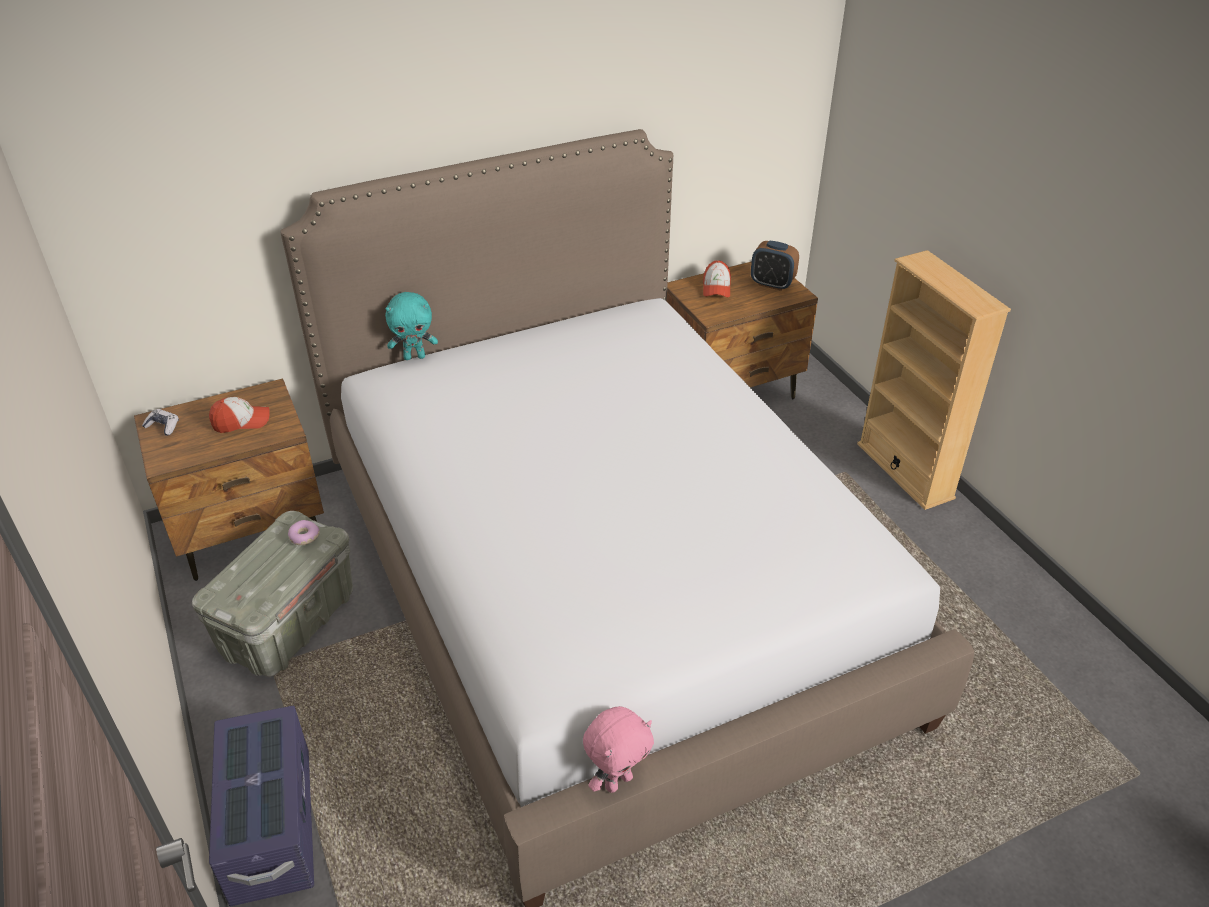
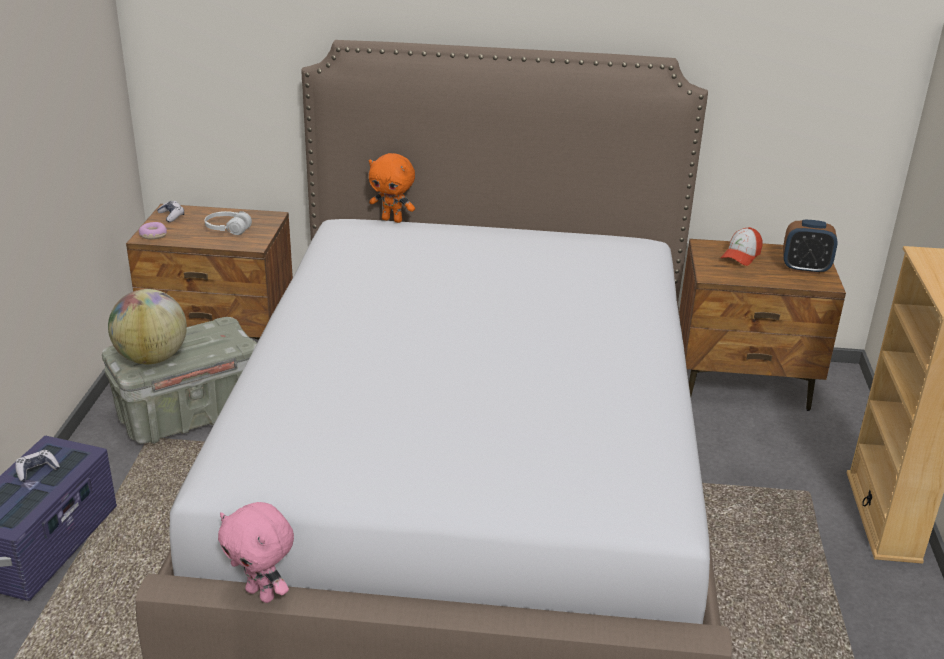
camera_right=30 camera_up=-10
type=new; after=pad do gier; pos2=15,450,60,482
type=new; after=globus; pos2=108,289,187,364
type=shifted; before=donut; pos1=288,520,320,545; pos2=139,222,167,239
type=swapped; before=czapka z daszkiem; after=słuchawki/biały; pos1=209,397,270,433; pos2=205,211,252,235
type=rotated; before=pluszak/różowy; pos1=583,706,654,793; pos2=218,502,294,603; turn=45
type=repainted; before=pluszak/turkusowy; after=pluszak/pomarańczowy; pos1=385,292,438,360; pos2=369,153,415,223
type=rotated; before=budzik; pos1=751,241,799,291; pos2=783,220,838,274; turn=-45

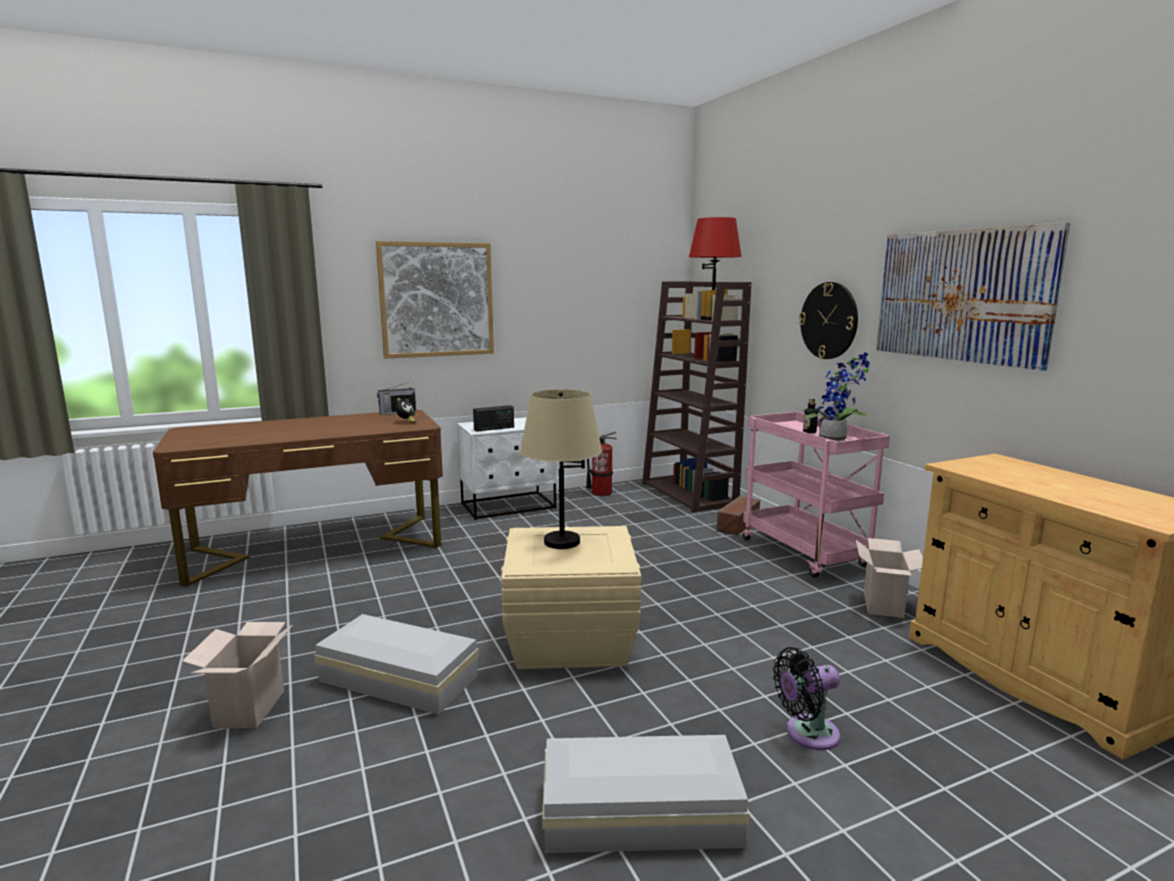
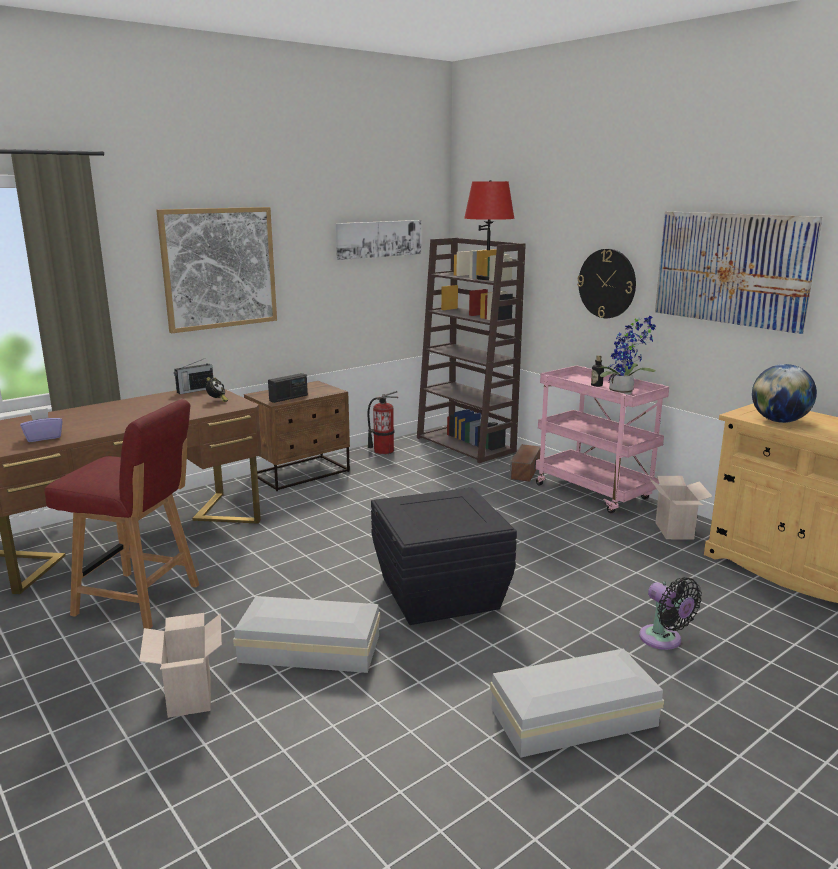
camera_right=-15 camera_up=5
type=new; after=pudełko chusteczek/fioletowy; pos2=20,408,62,442
type=new; after=krzesło/czerwony; pos2=44,399,199,629
type=repainted; before=szafka nocna/biały; after=szafka nocna/brązowy; pos1=457,417,557,520; pos2=244,381,350,491
type=new; after=obraz; pos2=335,220,421,260
type=repainted; before=pojemnik do przechowywania/beżowy; after=pojemnik do przechowywania/czarny; pos1=501,526,641,669; pos2=371,488,517,625
type=rotated; before=wentylator/czarny; pos1=773,647,840,750; pos2=639,577,702,650; turn=-90
type=new; after=globus; pos2=752,364,817,423
type=gone; before=lampa stołowa/beżowy; pos1=520,389,602,549

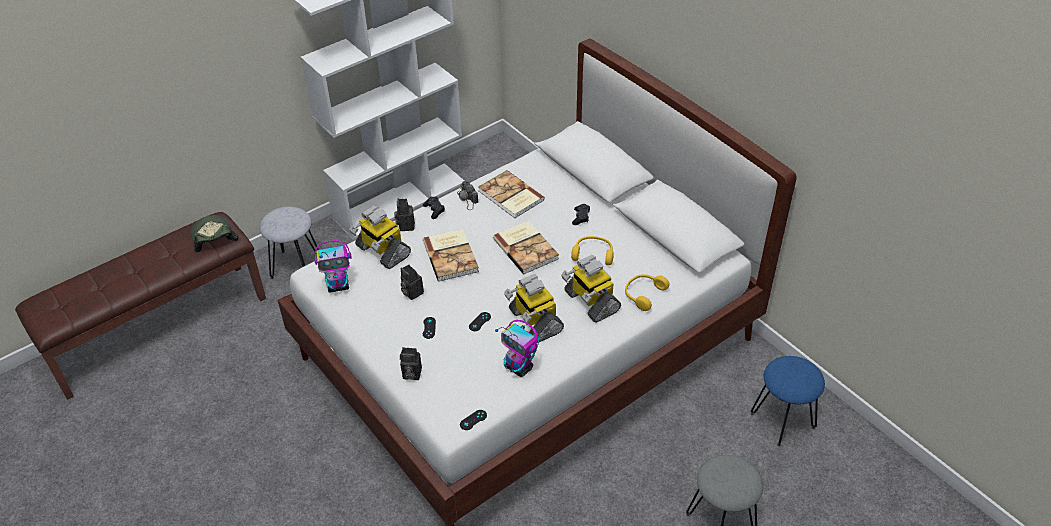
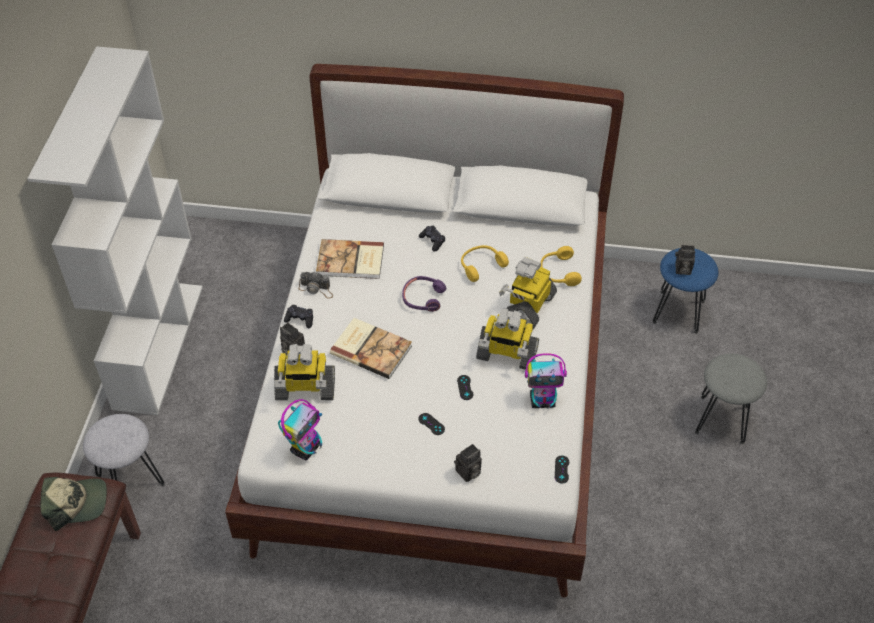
camera_right=-45 camera_up=5
type=rotated; before=czapka z daszkiem; pos1=190,215,239,253; pos2=40,477,107,531; turn=150
type=swapped; before=książka; after=słuchawki/fioletowy; pos1=493,221,559,274; pos2=402,276,446,312
type=rotated; before=robot zabawkowy; pos1=561,255,621,323; pos2=499,257,557,330; turn=105
type=shifted; before=aparat fotograficzny; pos1=401,265,424,300; pos2=675,245,695,275

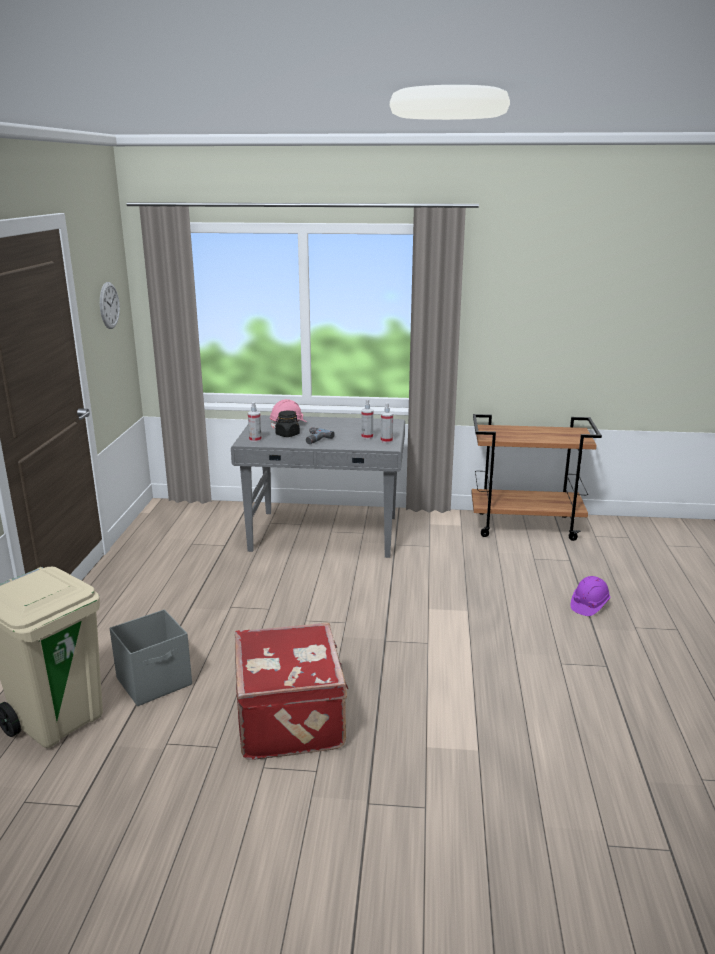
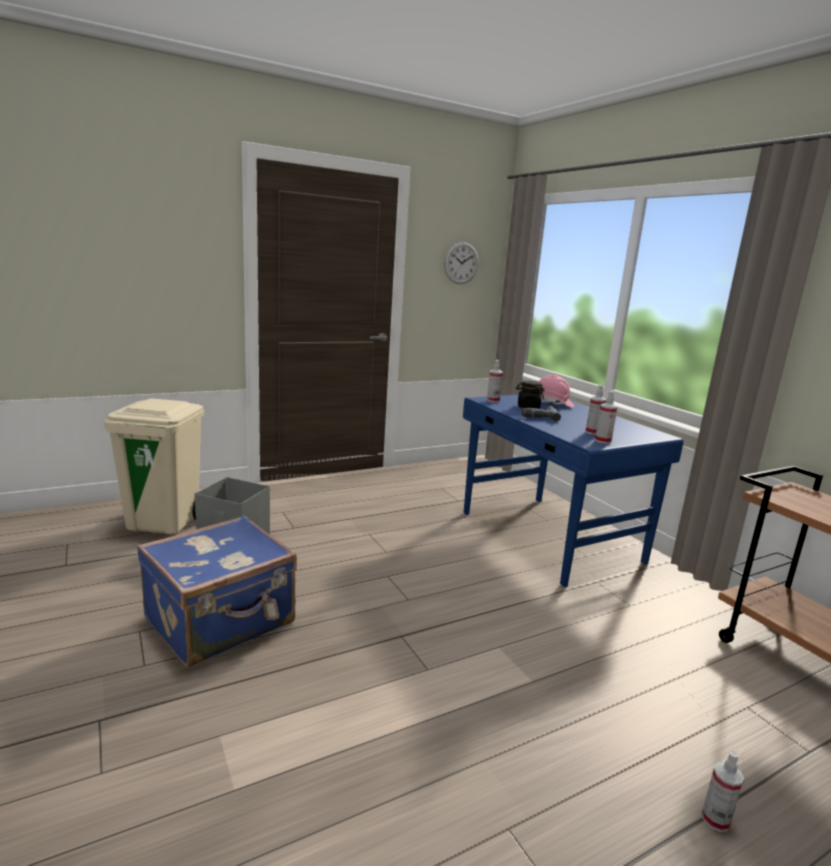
camera_right=55 camera_up=-5
type=repainted; before=walizka/czerwony; after=walizka/niebieski; pos1=235,622,349,760; pos2=137,515,297,667
type=repainted; before=biurko/szary; after=biurko/niebieski; pos1=231,415,405,558; pos2=463,394,684,587
type=swapped; before=kask/fioletowy; after=spryskiwacz; pos1=571,576,610,616; pos2=701,751,744,832

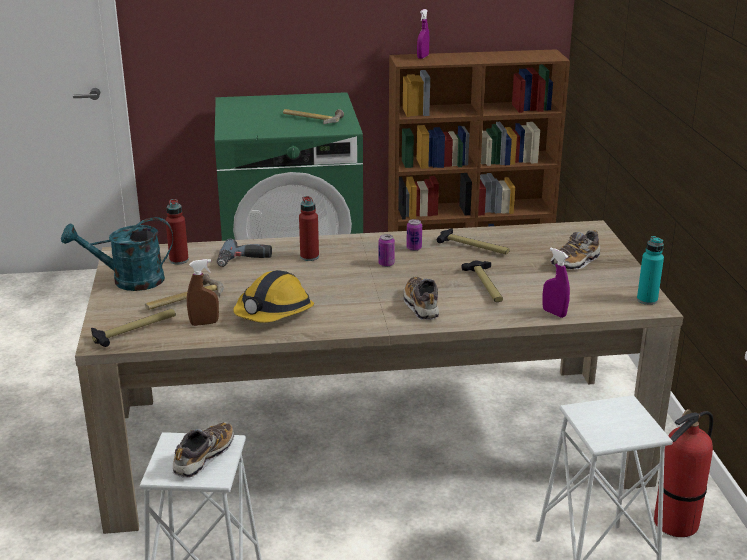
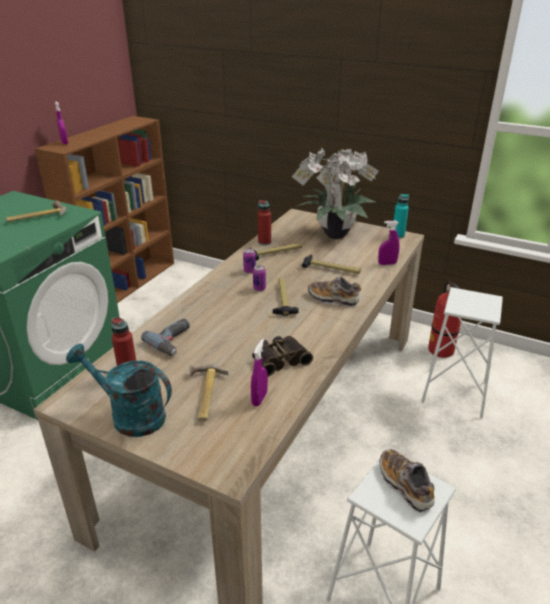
camera_right=-55 camera_up=5
type=rotated; before=konewka/turkusowy; pos1=61,217,173,291; pos2=66,344,172,437; turn=90
type=repainted; before=spryskiwacz/brązowy; after=spryskiwacz/fioletowy; pos1=187,259,219,326; pos2=251,339,268,406
type=swapped; before=kask; after=lornetka; pos1=233,270,314,323; pos2=252,336,313,377
type=shifted; before=butelka/czerwony; pos1=299,196,319,261; pos2=258,200,271,246
type=shifted; before=młotek; pos1=91,309,176,347; pos2=273,278,299,316
type=swapped; before=but; after=roślina doniczkowa; pos1=551,230,600,270; pos2=292,147,379,239

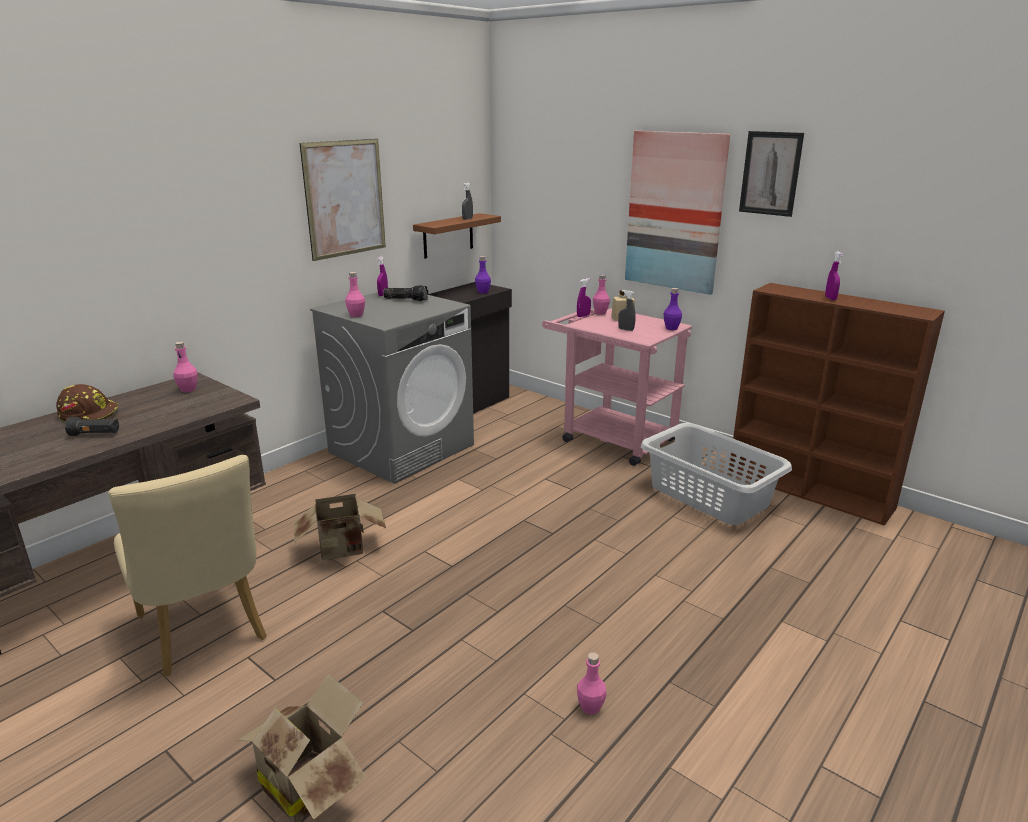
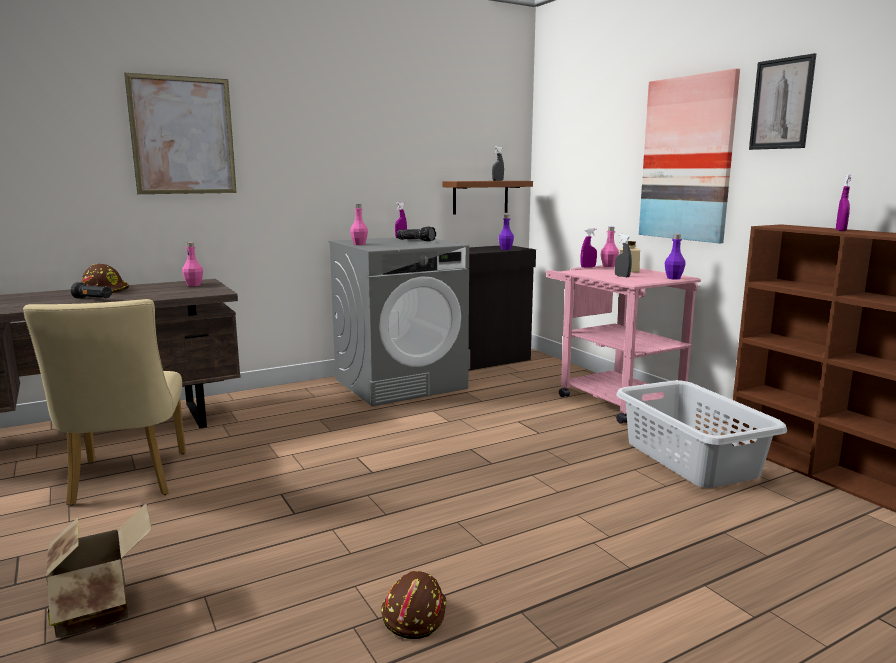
camera_right=20 camera_up=-10
type=shifted; before=obraz; pos1=300,139,386,261; pos2=124,73,237,194
type=swapped; before=butelka/różowy; after=kask/brązowy; pos1=577,652,606,715; pos2=381,571,446,639
type=gone; before=karton; pos1=294,494,386,561

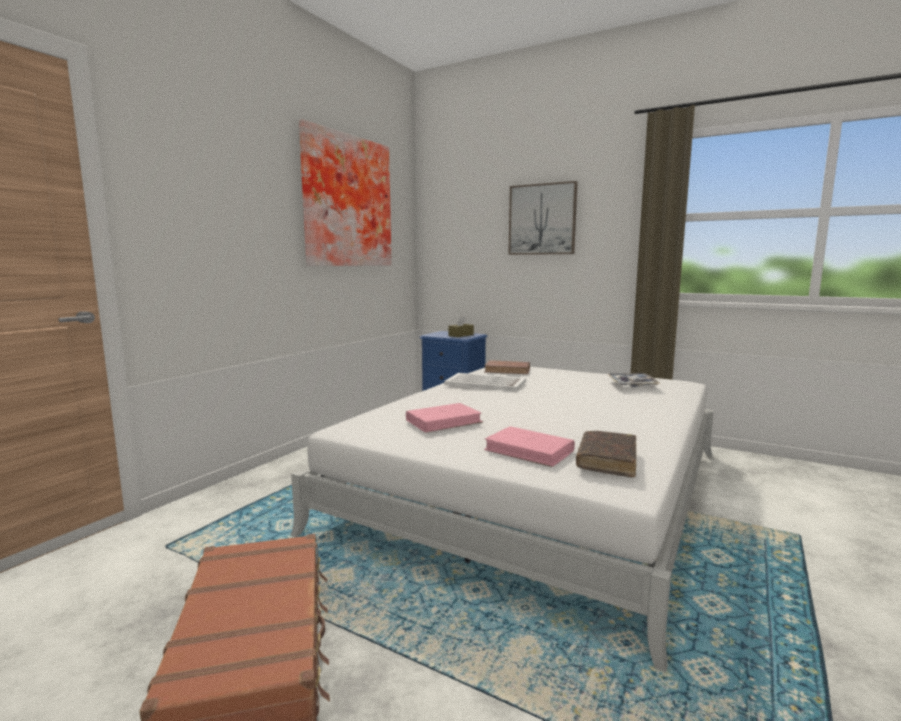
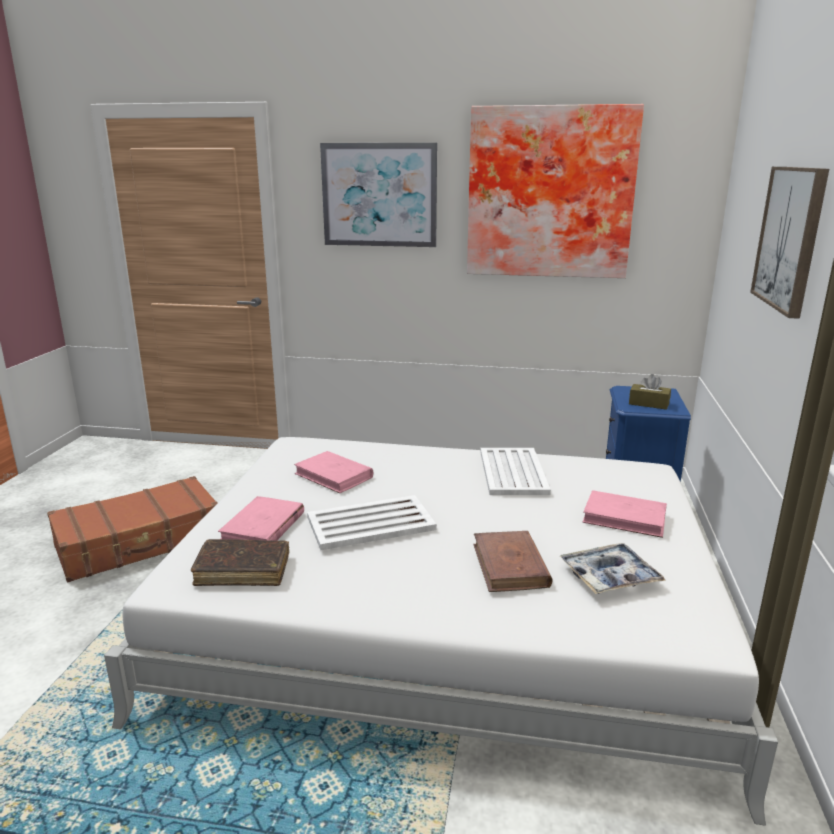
camera_right=70 camera_up=10
type=new; after=taca/biały; pos2=307,495,437,550
type=new; after=obraz; pos2=320,143,437,247
type=shifted; before=książka/brązowy; pos1=484,360,530,374; pos2=473,531,553,592
type=new; after=książka/różowy; pos2=582,490,667,538

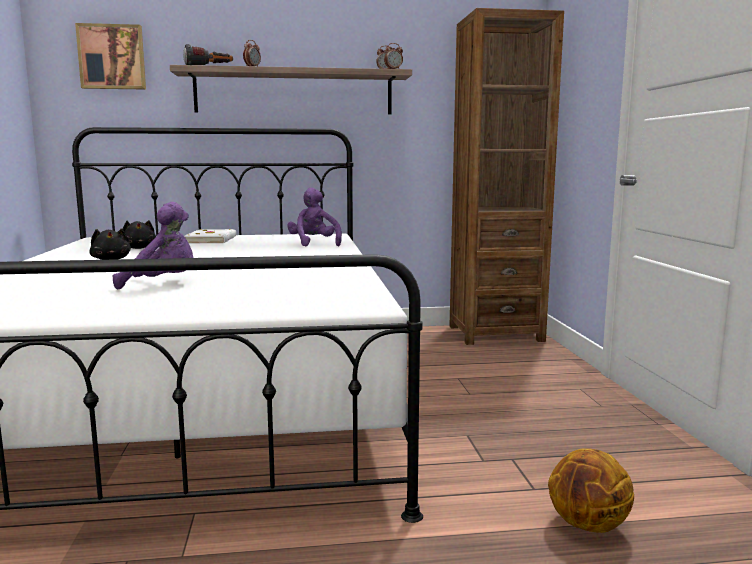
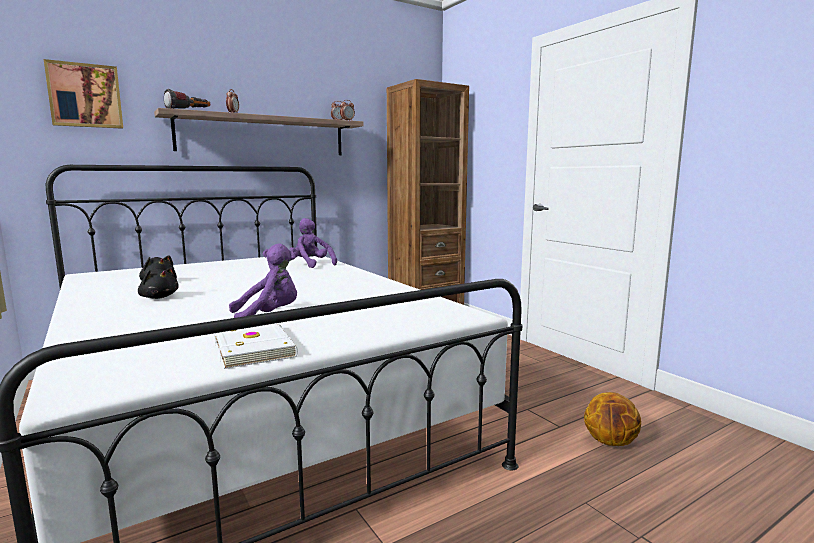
camera_right=-25 camera_up=0
type=shifted; before=książka/biały; pos1=184,229,236,244; pos2=214,323,298,369

